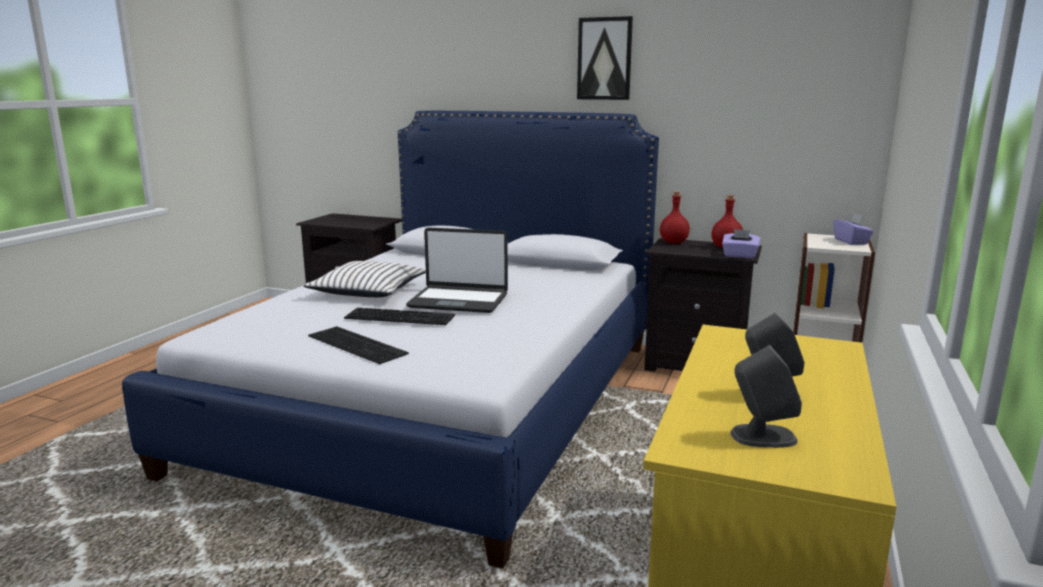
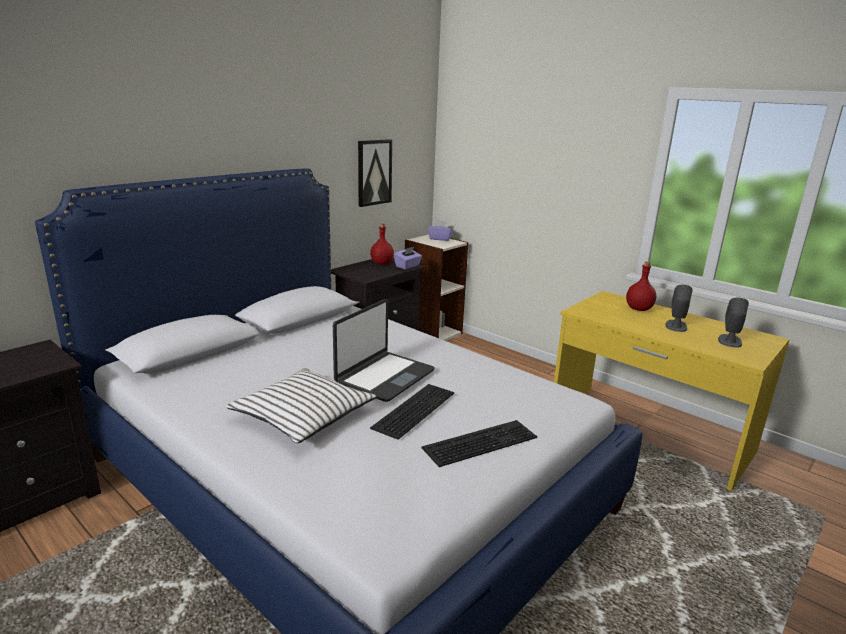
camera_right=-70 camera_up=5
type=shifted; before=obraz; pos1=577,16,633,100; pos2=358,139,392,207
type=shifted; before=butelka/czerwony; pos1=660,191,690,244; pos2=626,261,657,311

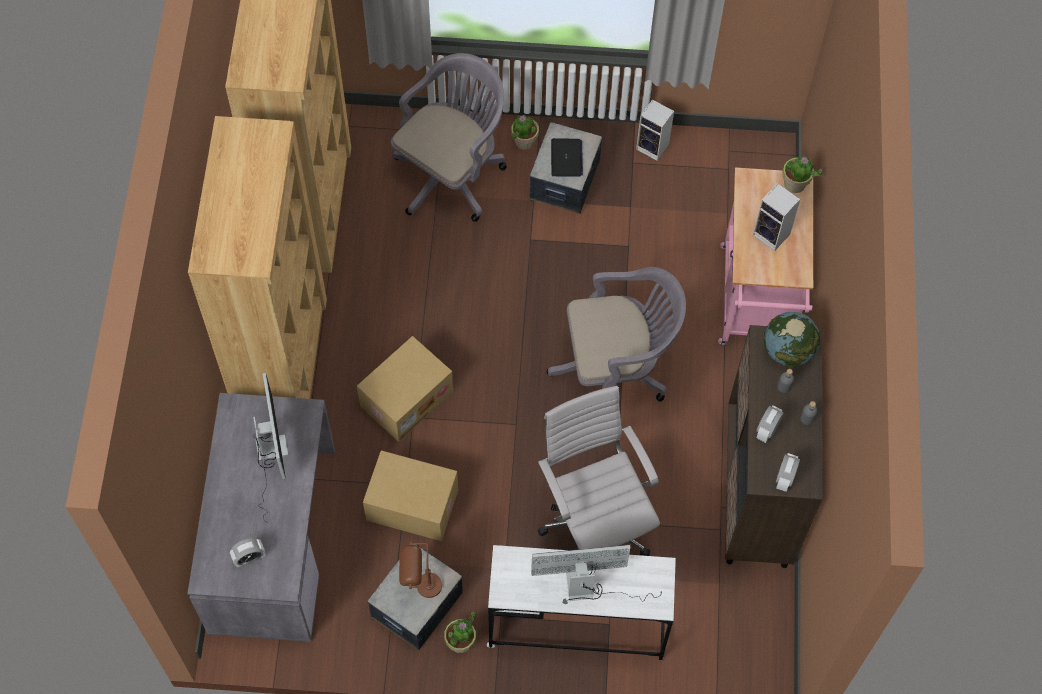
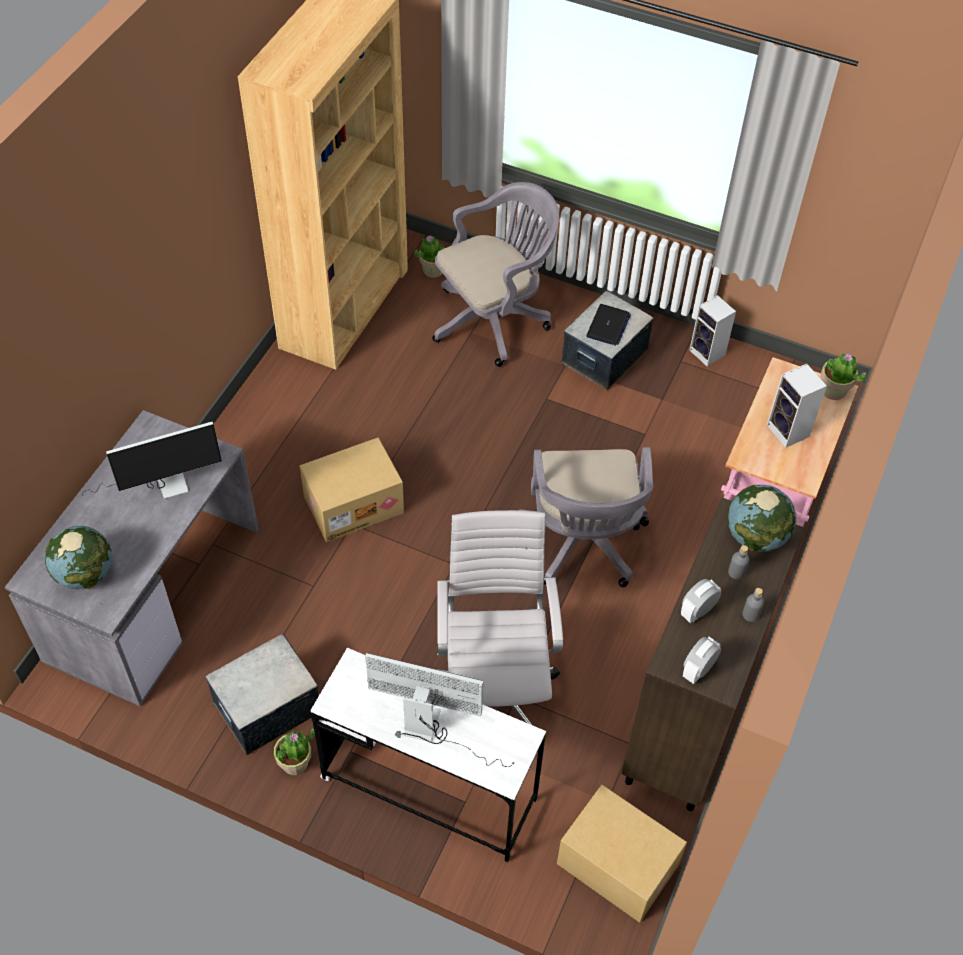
camera_right=20 camera_up=-10
type=swapped; before=budzik; after=globus; pos1=230,538,265,567; pos2=45,526,112,589
type=rotated; before=monitor; pos1=252,373,288,523; pos2=81,422,222,499; turn=60
type=shifted; before=roślina doniczkowa; pos1=511,115,539,150; pos2=414,235,444,278
type=rotated; before=krzesło biurowe/szary; pos1=547,267,686,402; pos2=519,447,653,587; turn=75
type=shifted; before=karton; pos1=363,450,458,541; pos2=557,785,687,923
type=gone; before=regał/brązowy; pos1=188,116,327,399
type=gone; before=lampa stołowa/brązowy; pos1=399,542,442,598

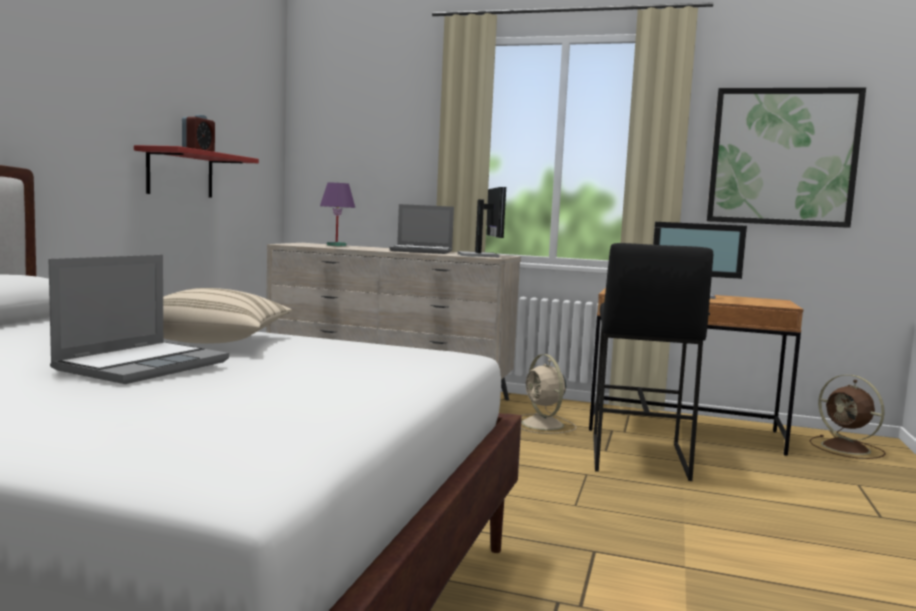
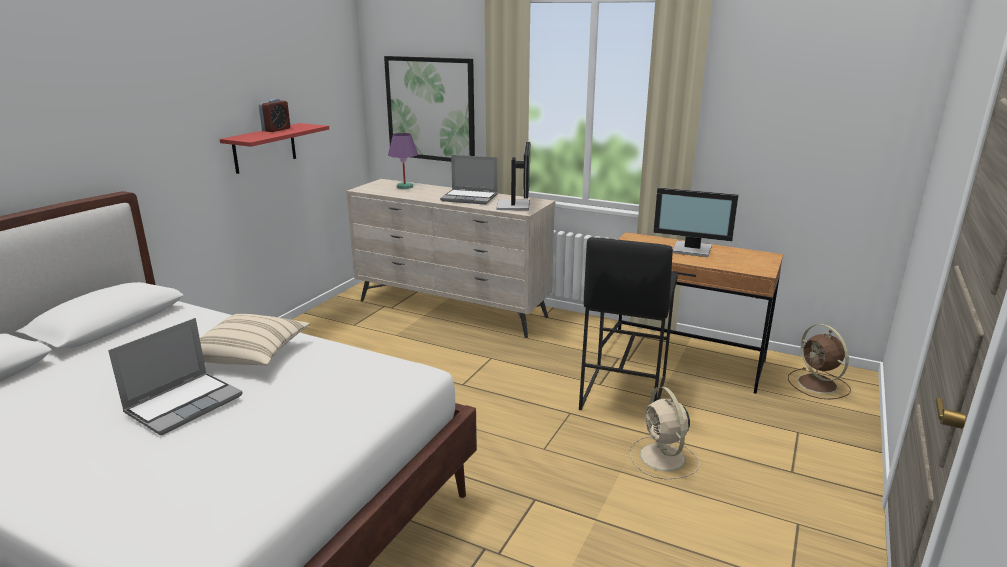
camera_right=10 camera_up=15
type=shifted; before=obraz; pos1=707,87,866,228; pos2=384,56,475,162
type=shifted; before=wentylator/beżowy; pos1=521,354,576,434; pos2=629,386,700,479

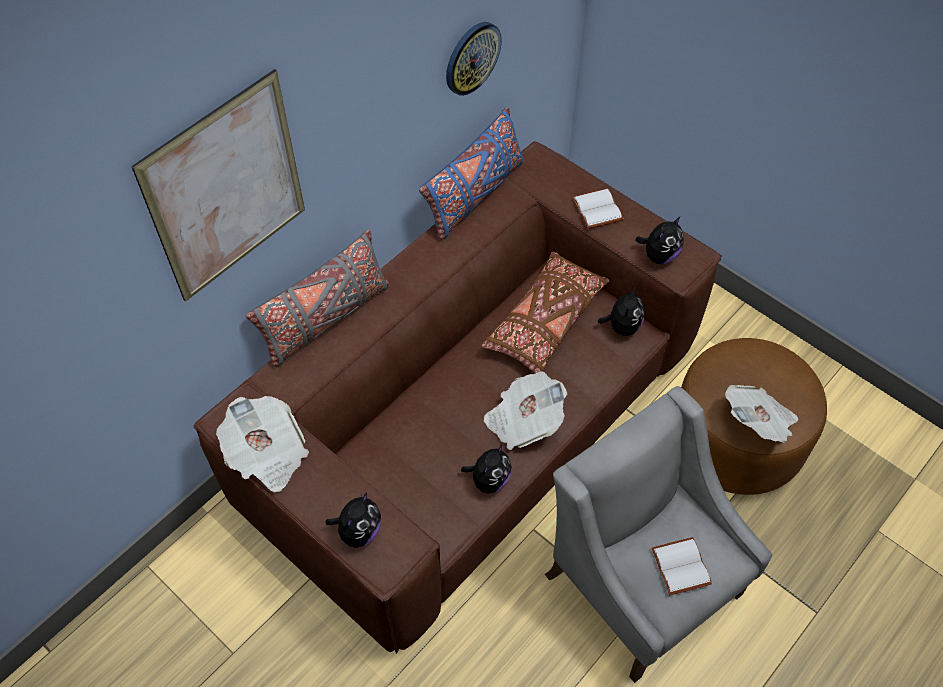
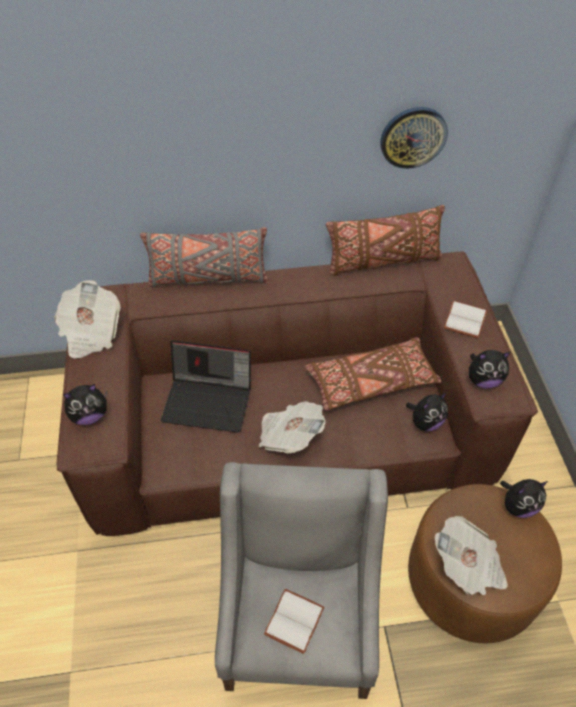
camera_right=40 camera_up=-5
type=new; after=laptop; pos2=161,340,251,433
type=repainted; before=poduszka/niebieski; after=poduszka/brązowy; pos1=419,107,524,240; pos2=326,205,445,276
type=shifted; before=pluszak; pos1=461,444,511,494; pos2=500,479,548,518
type=gone; before=obraz; pos1=131,69,305,302

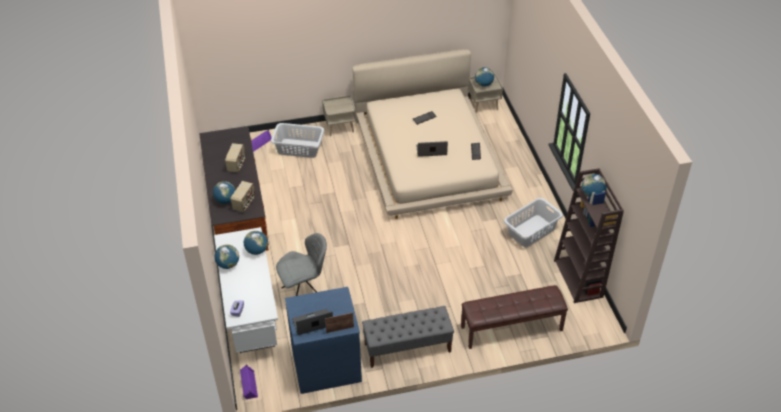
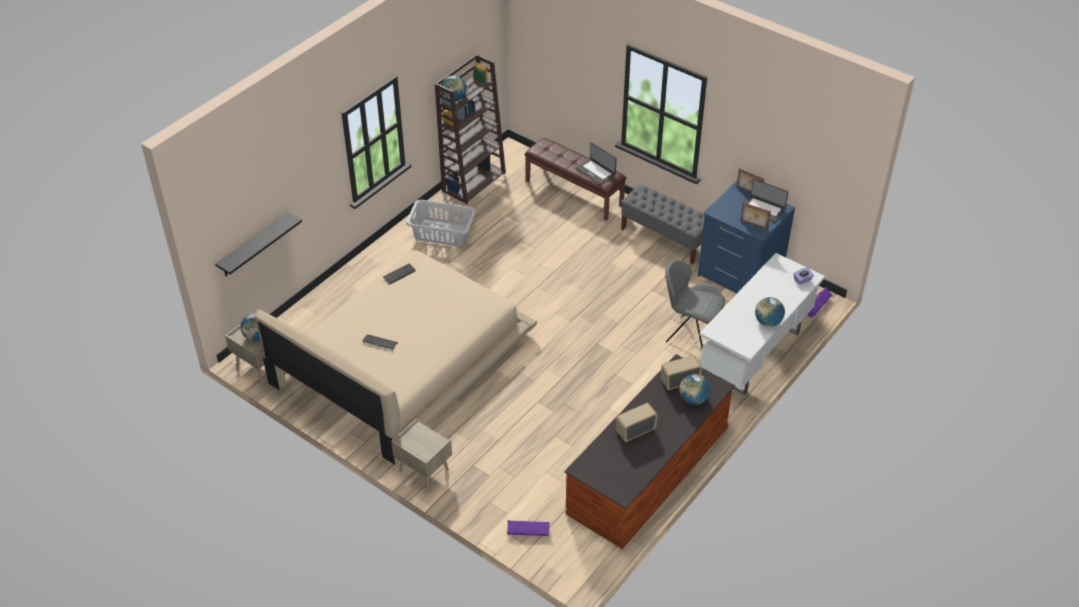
camera_right=-130 camera_up=0
type=new; after=półka/czarny; pos2=215,212,302,276
type=shifted; before=laptop; pos1=416,141,448,157; pos2=576,142,617,185
type=new; after=ramka na zdjęcie; pos2=740,202,771,230
type=gone; before=globus; pos1=244,231,268,255
type=gone; before=kosz na pranie/szary; pos1=271,123,324,158

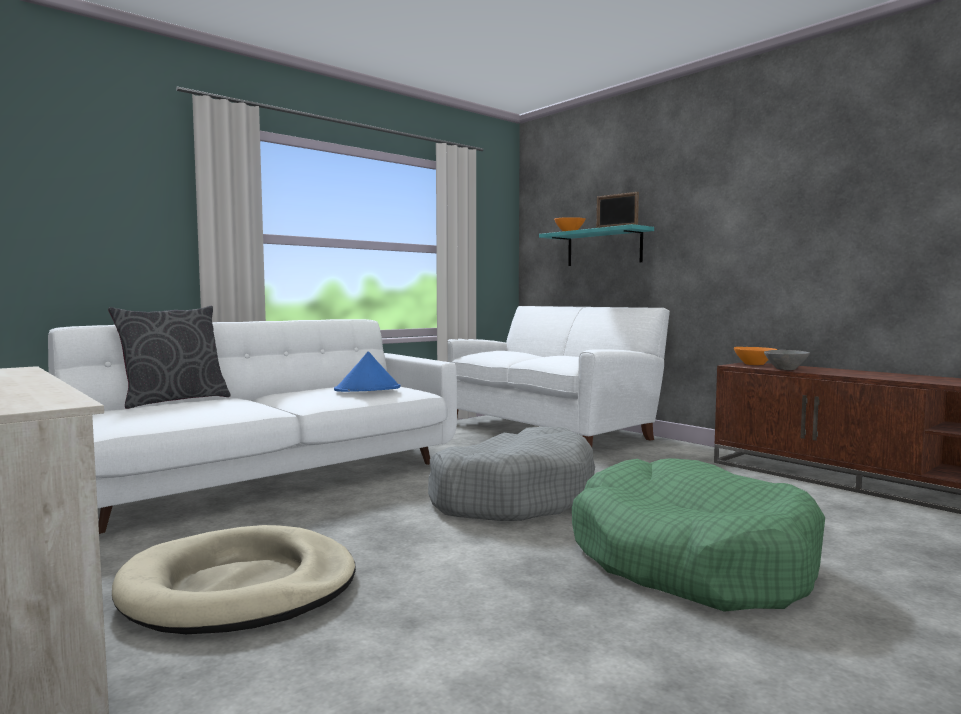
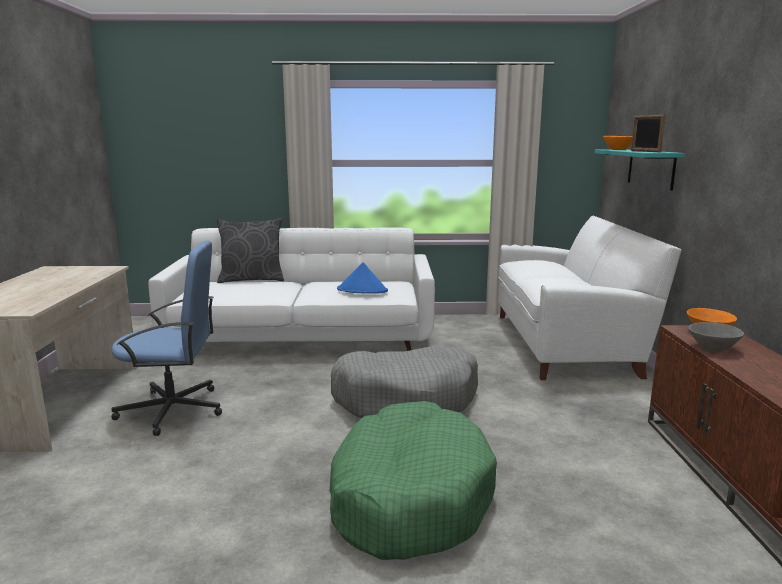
camera_right=40 camera_up=10
type=swapped; before=legowisko/beżowy; after=krzesło biurowe/niebieski; pos1=112,525,356,634; pos2=111,240,222,436

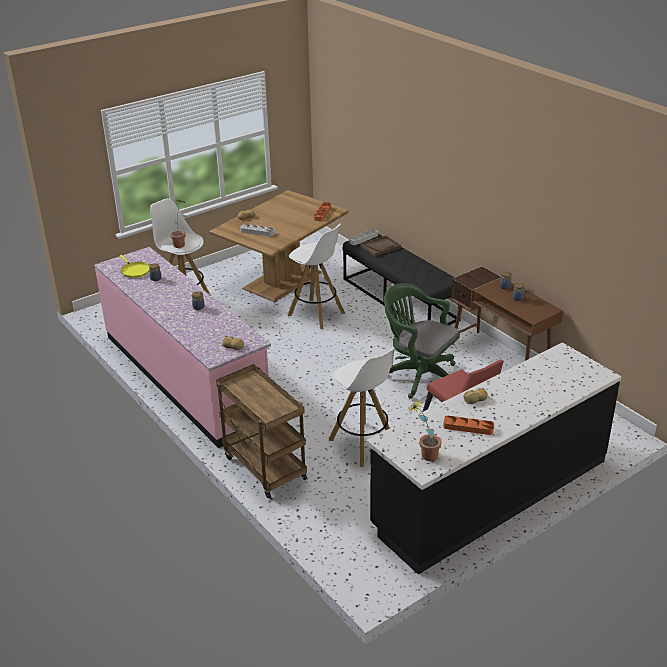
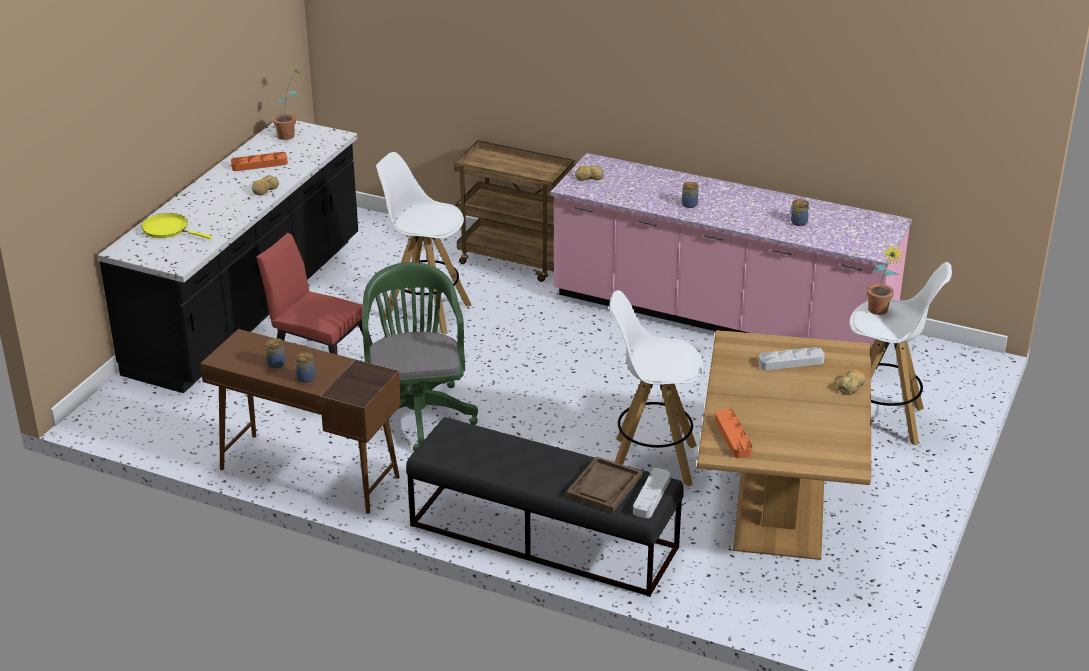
camera_right=150 camera_up=0
type=shifted; before=patelnia/żółty; pos1=120,255,150,278; pos2=141,213,213,239
type=rotated; before=krzesło biurowe/zielony; pos1=384,283,460,399; pos2=362,262,478,451; turn=-105

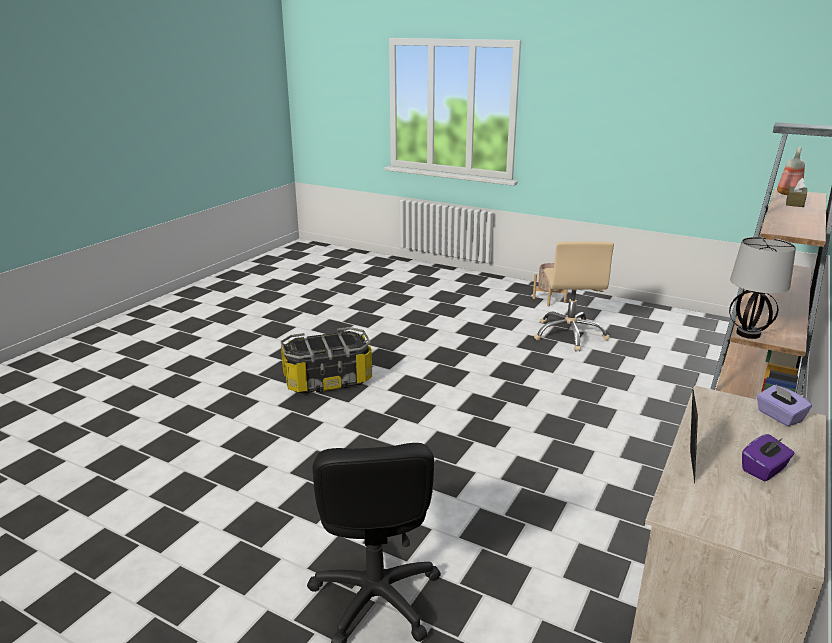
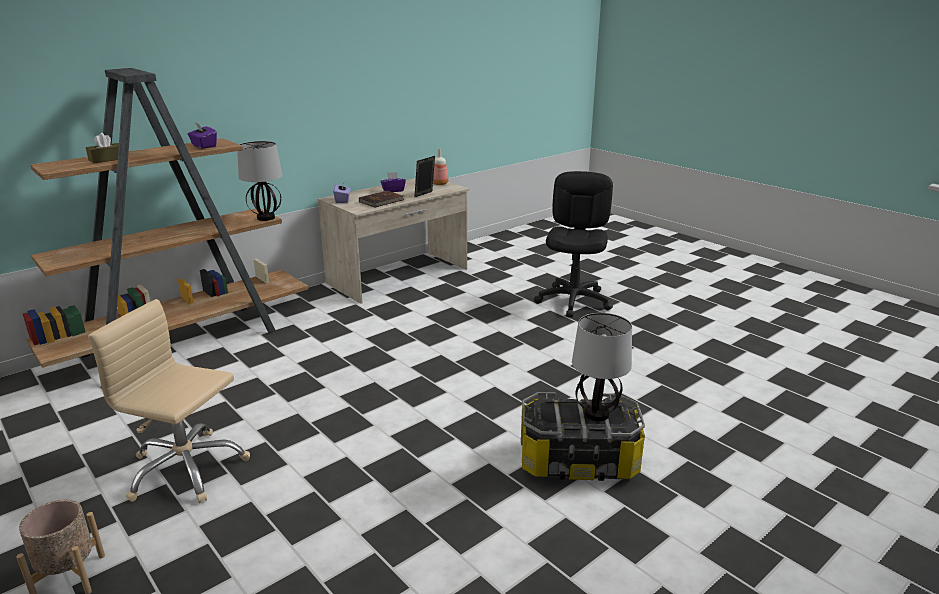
camera_right=-160 camera_up=0
type=rotated; before=krzesło biurowe/beżowy; pos1=534,241,614,351; pos2=88,299,250,503; turn=-90
type=new; after=pudełko chusteczek/fioletowy; pos2=187,123,217,149
type=new; after=książka/brązowy; pos2=359,191,405,207
type=shifted; before=butelka; pos1=777,147,805,195; pos2=433,149,448,185
type=new; after=lampa stołowa; pos2=572,313,632,421

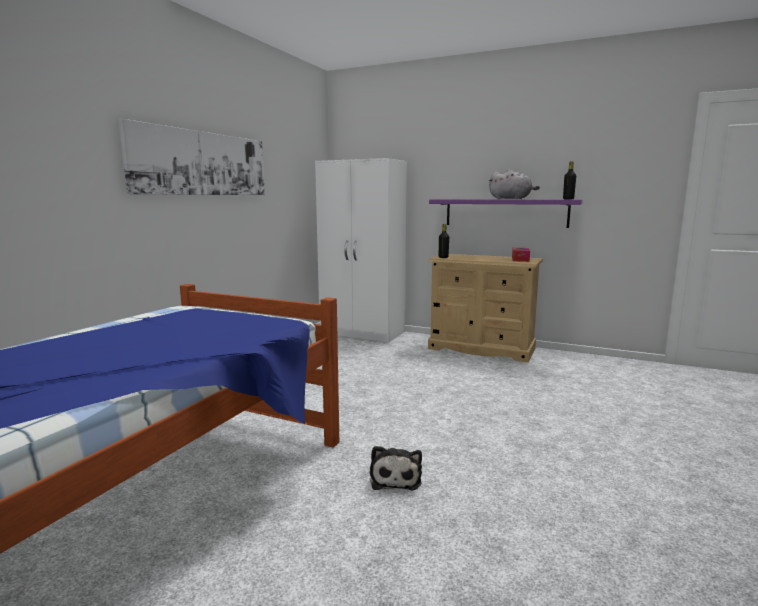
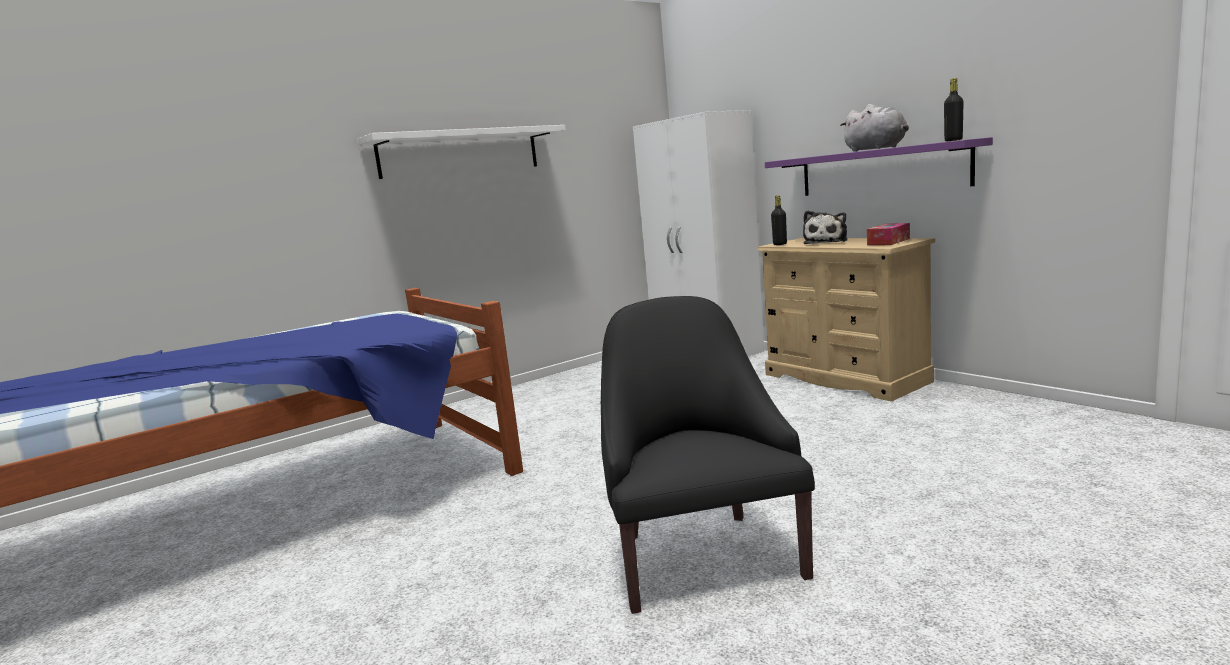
camera_right=30 camera_up=0
type=swapped; before=obraz; after=półka/biały; pos1=119,119,265,195; pos2=357,125,566,179
type=new; after=fotel/czarny; pos2=601,296,815,614
type=shifted; before=pluszak; pos1=370,446,422,490; pos2=803,211,848,244

